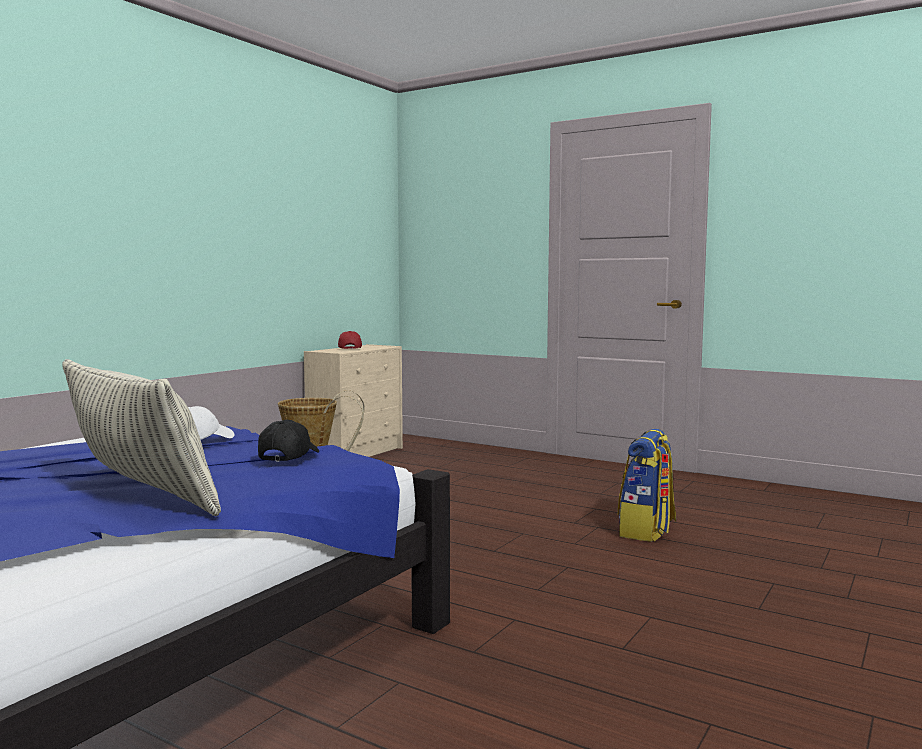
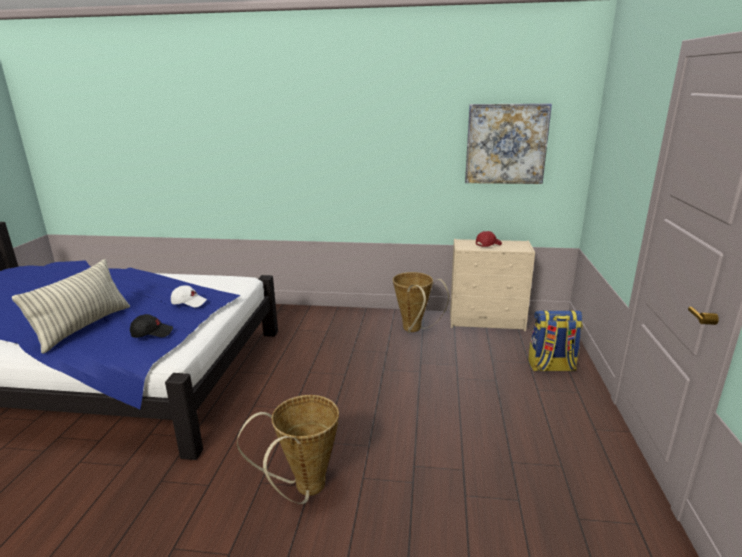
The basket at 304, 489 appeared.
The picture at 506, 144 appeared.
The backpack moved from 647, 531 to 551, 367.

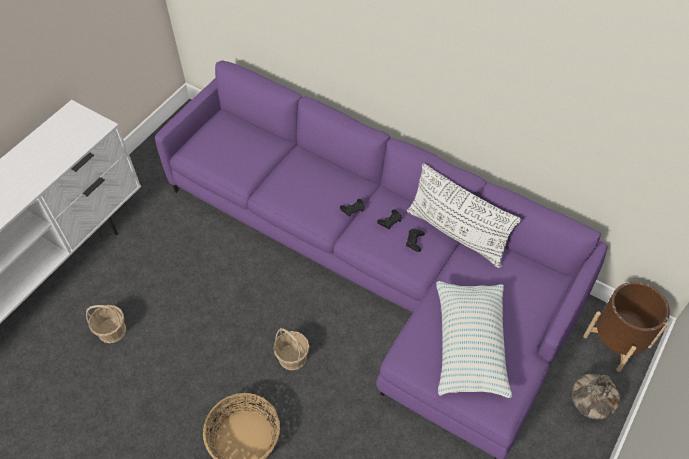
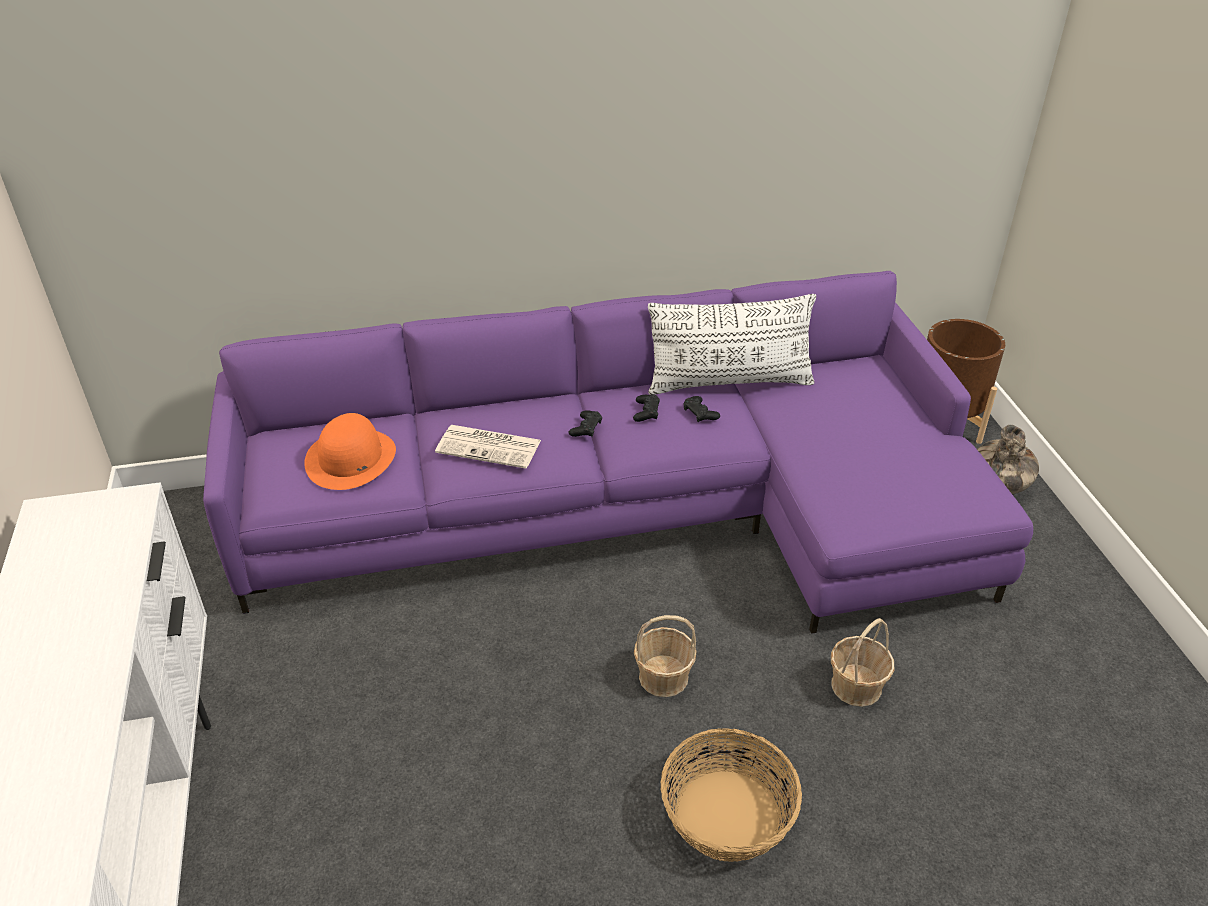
The pillow at 469, 345 disappeared.
The orange hat at 351, 459 appeared.
The newspaper at 490, 447 appeared.
The basket moved from 112, 330 to 856, 686.

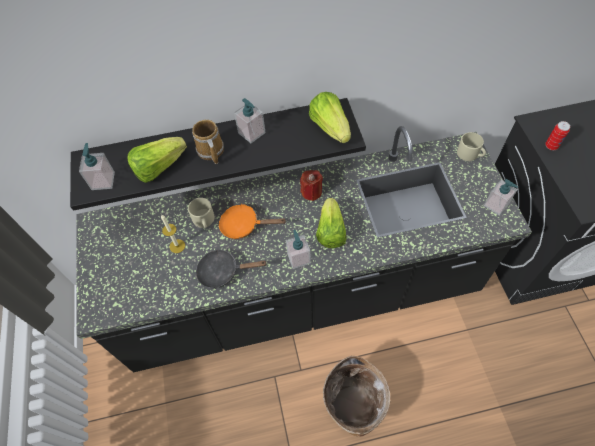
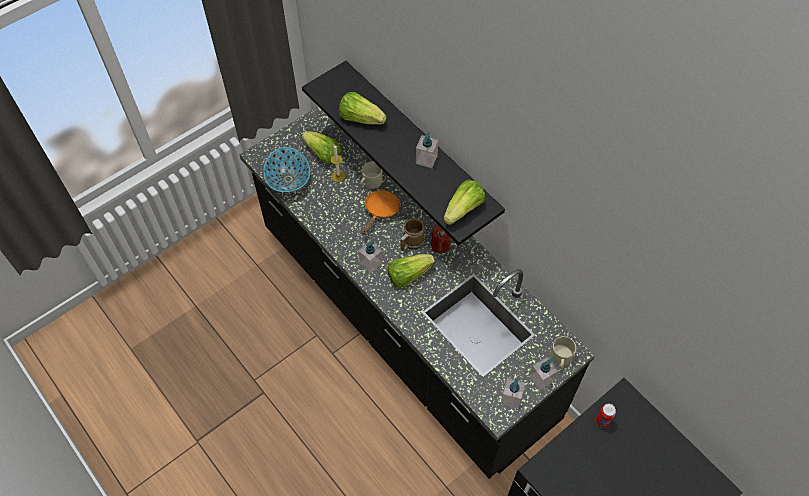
The black frying pan at 222, 271 disappeared.
The basket at 353, 405 disappeared.
The bowl at 288, 180 appeared.
The lettuce at 323, 154 appeared.
The soap dispenser moved from 103, 181 to 541, 378.
The mug moved from 210, 151 to 411, 241.
The orange frying pan at 244, 225 turned 45 degrees clockwise.

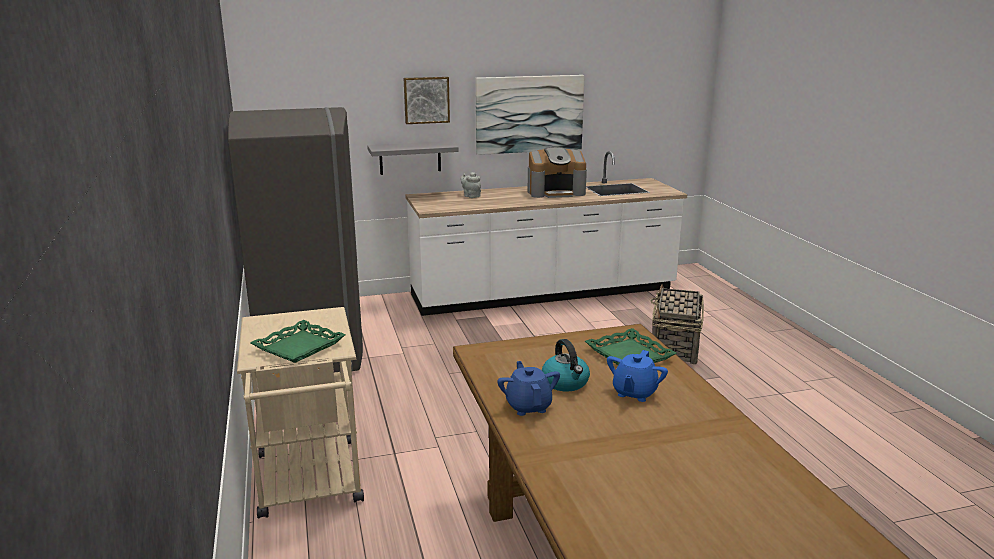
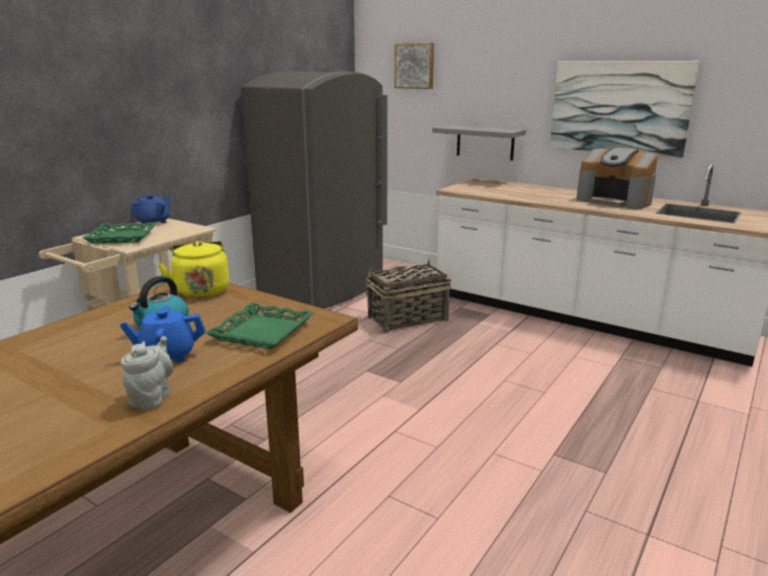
The yellow kettle at 201, 290 appeared.
The picture moved from 426, 100 to 415, 66.
The grey teapot moved from 471, 196 to 152, 397.
The blue teapot moved from 528, 406 to 154, 222.
The basket moved from 674, 347 to 407, 319.

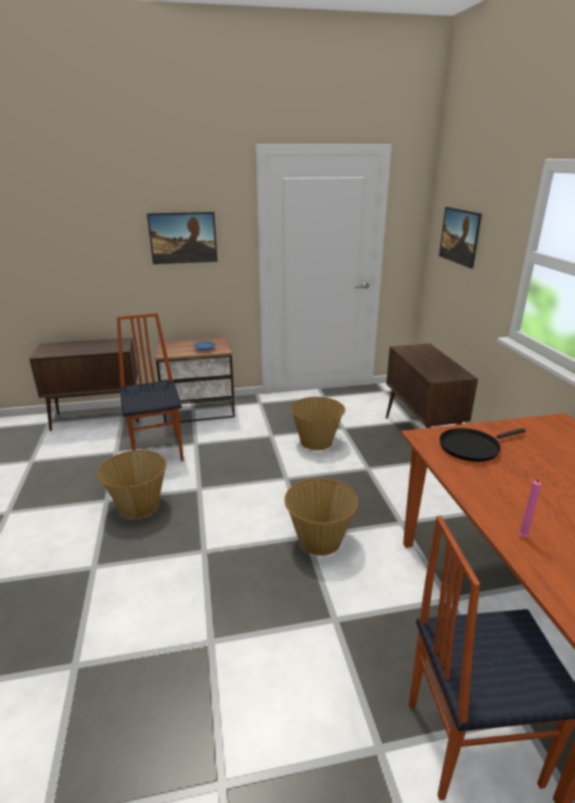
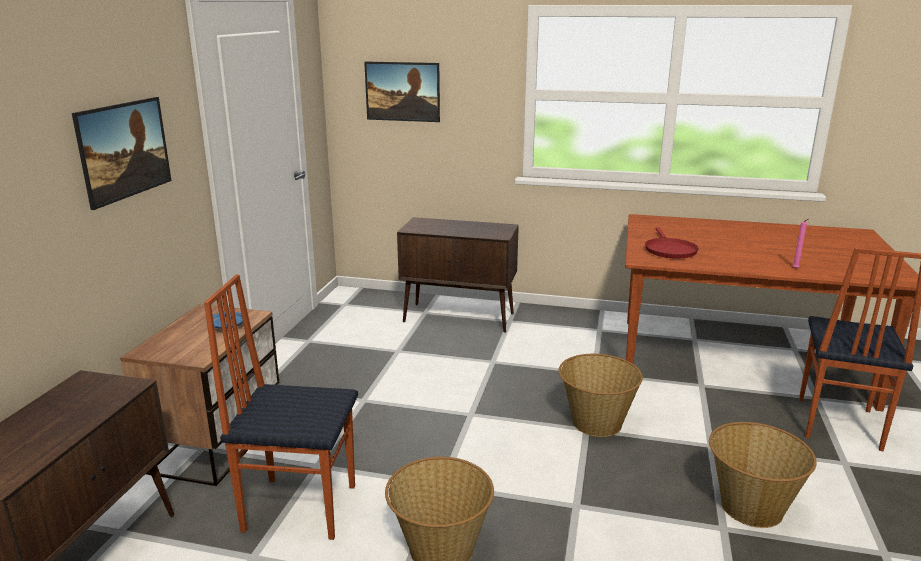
The basket moved from 316, 441 to 750, 506.
The black frying pan at 472, 447 became the red frying pan at 669, 250.

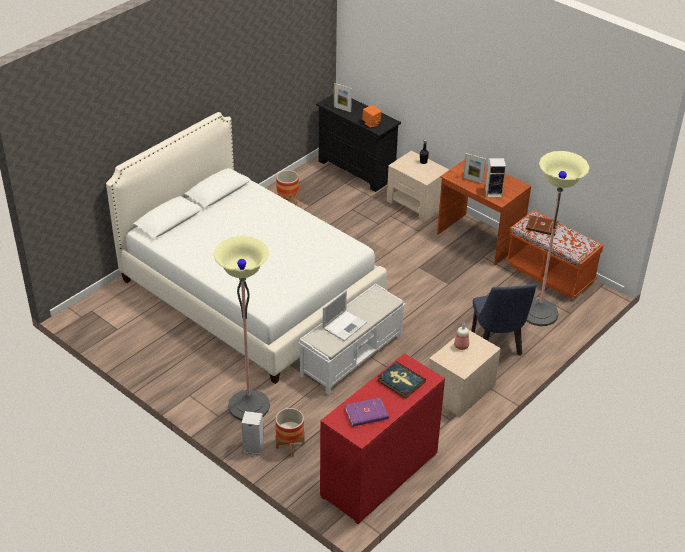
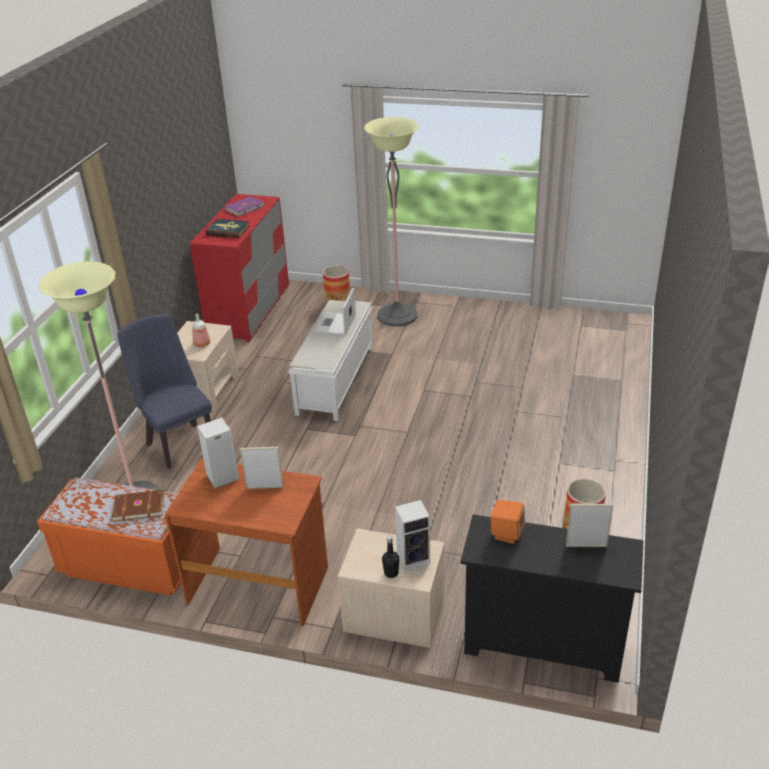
The white bed at 250, 291 disappeared.
The speaker moved from 252, 447 to 414, 558.

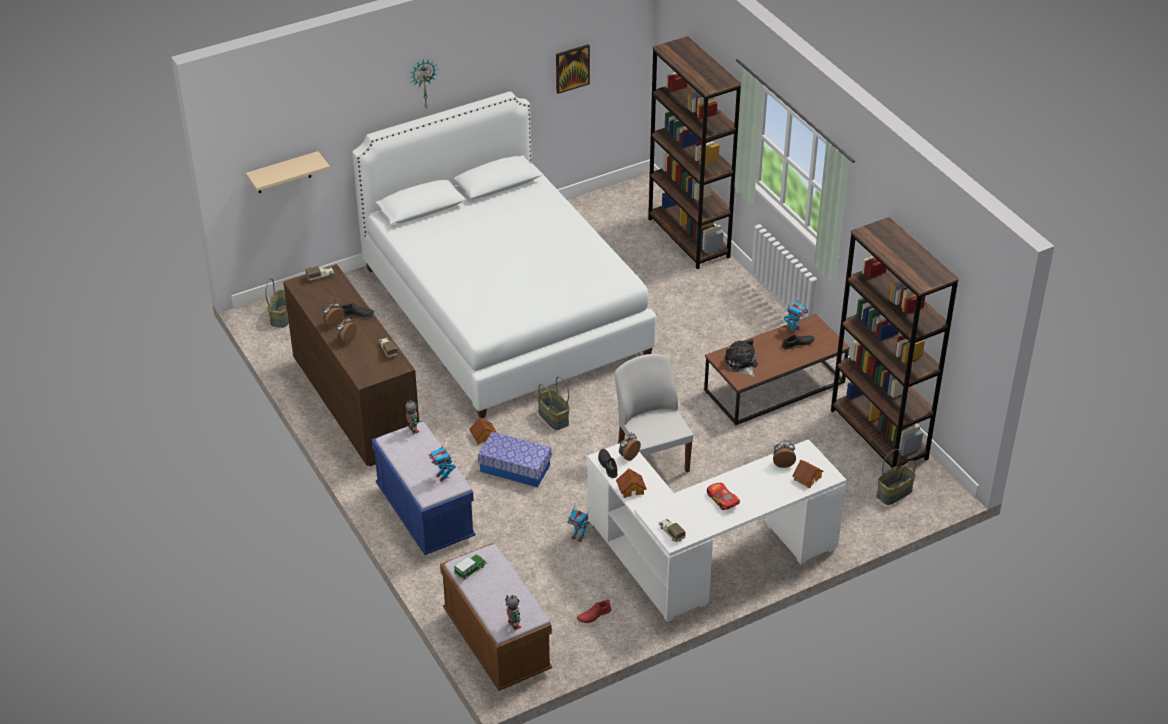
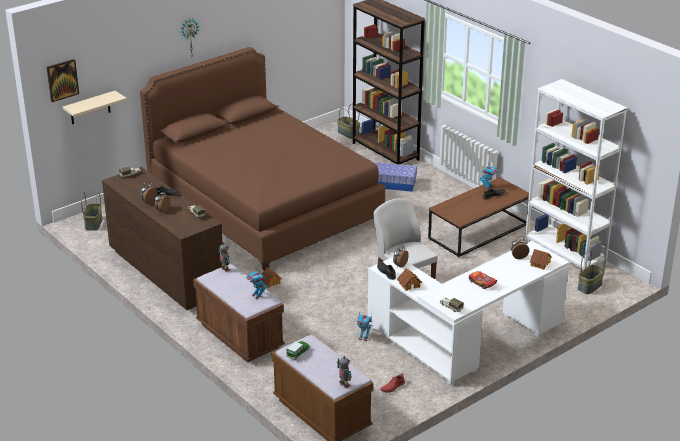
The plush toy at 741, 364 disappeared.
The storage box moved from 515, 468 to 393, 184.
The basket moved from 552, 418 to 348, 134.
The picture moved from 572, 68 to 62, 80.
The white bed at 504, 311 became the brown bed at 263, 205.
The blue bench at 425, 514 became the brown bench at 239, 336.
The brown bookcase at 879, 434 became the white bookcase at 565, 252.

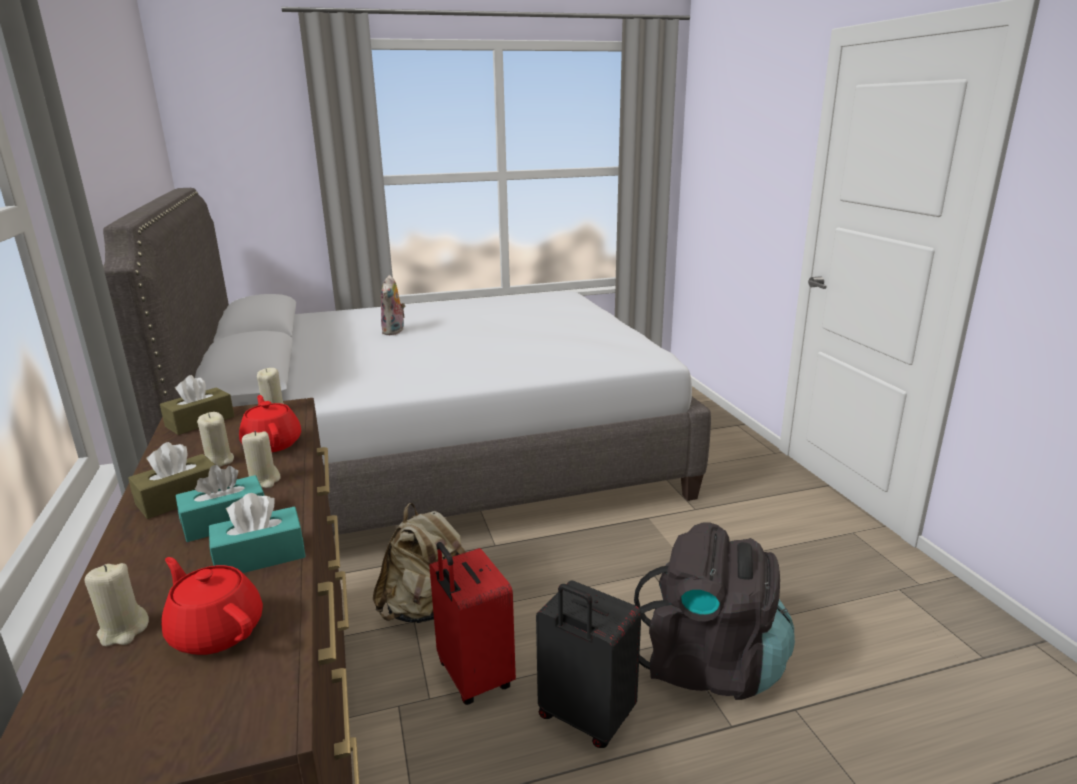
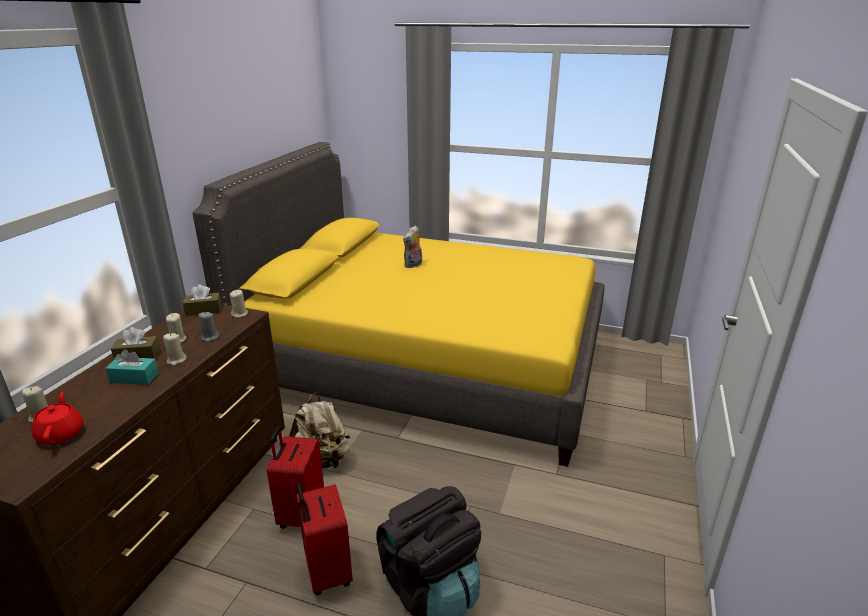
The turquoise tissue box at 260, 556 disappeared.
The red teapot at 272, 443 was replaced by the grey candle at 210, 337.
The grey bed at 438, 461 became the yellow bed at 426, 363.
The black suitcase at 584, 718 became the red suitcase at 326, 572.

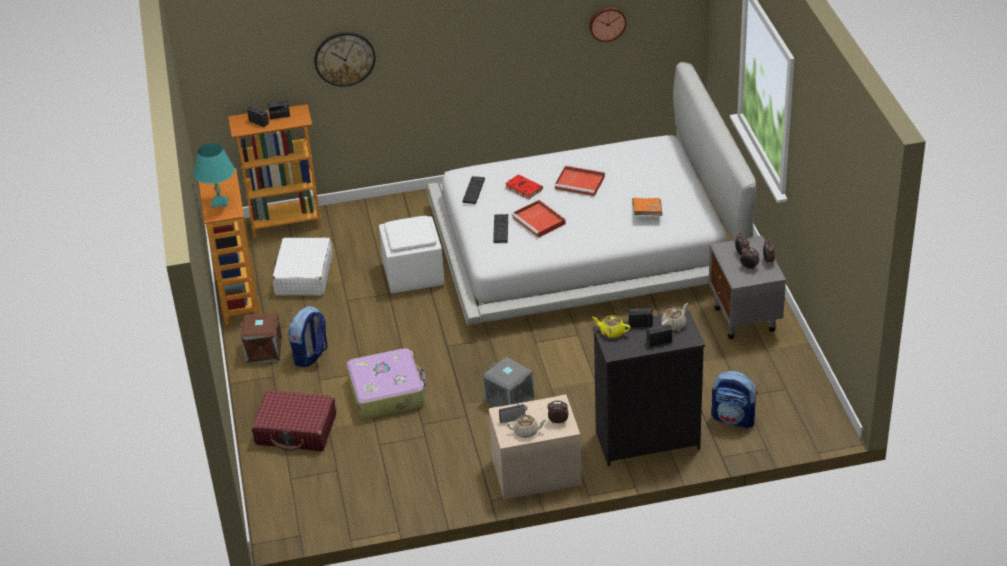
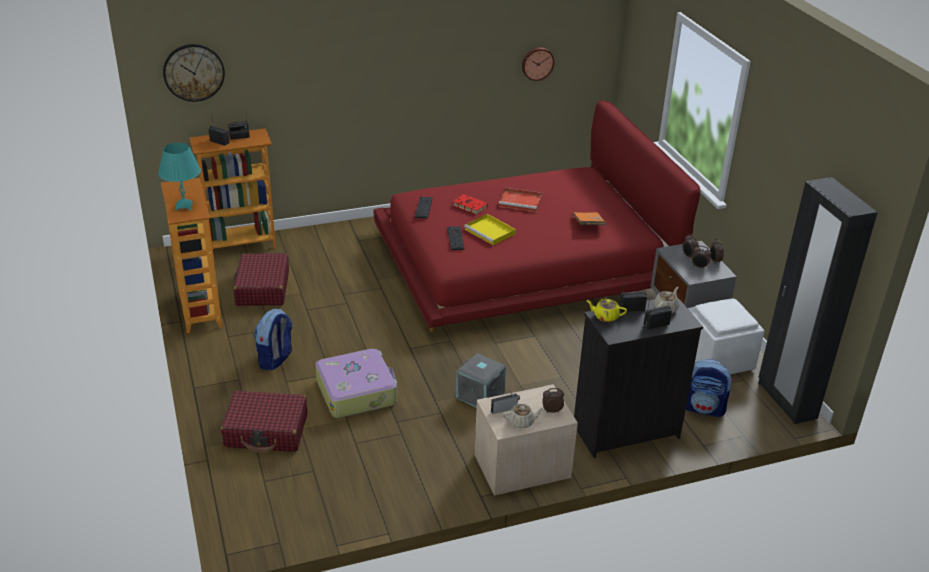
The brown storage box at 263, 351 disappeared.
The black wardrobe at 786, 400 appeared.
The wall clock moved from 344, 58 to 193, 72.
The white ottoman moved from 414, 275 to 717, 359.
The white suitcase at 304, 275 became the red suitcase at 262, 288.
The white bed at 586, 245 became the red bed at 525, 260.
The red tray at 539, 221 became the yellow tray at 490, 232.

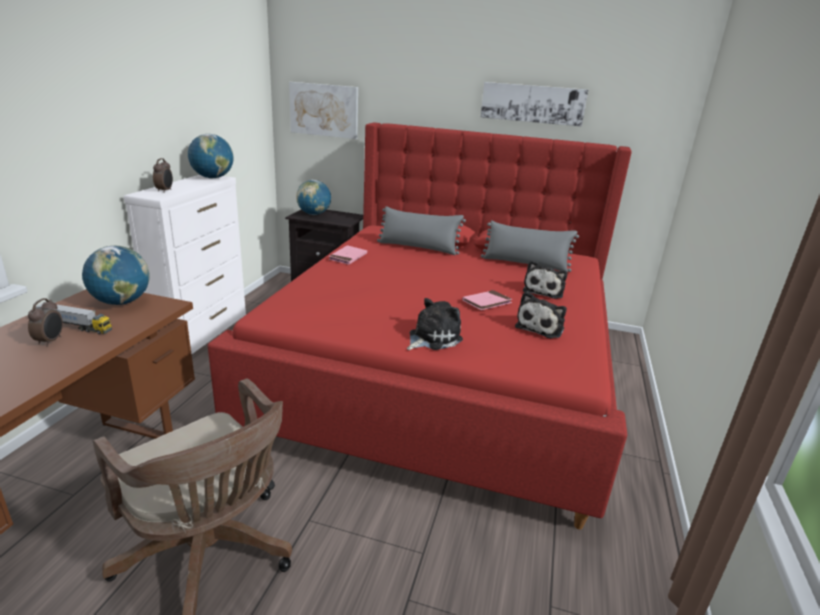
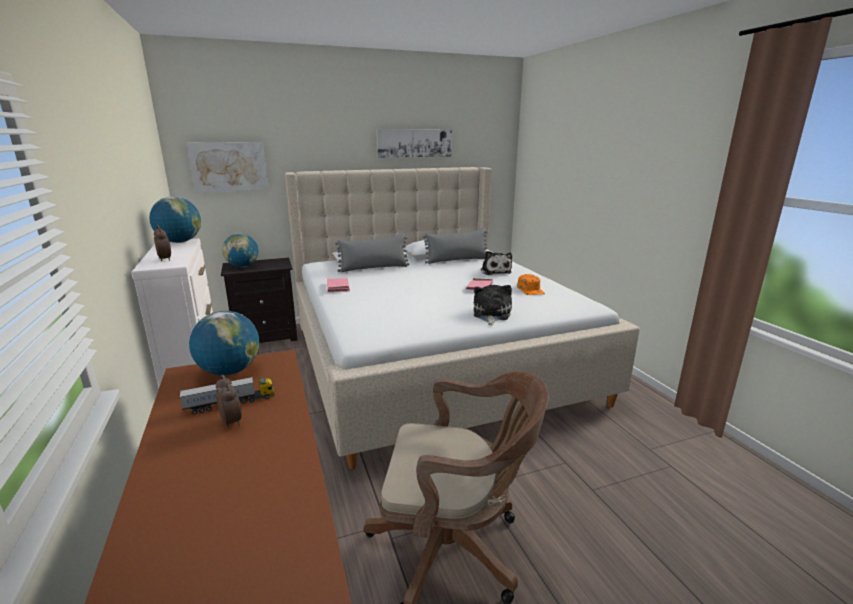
The plush toy at 541, 327 was replaced by the orange cap at 531, 290.
The red bed at 444, 372 became the beige bed at 434, 359.

